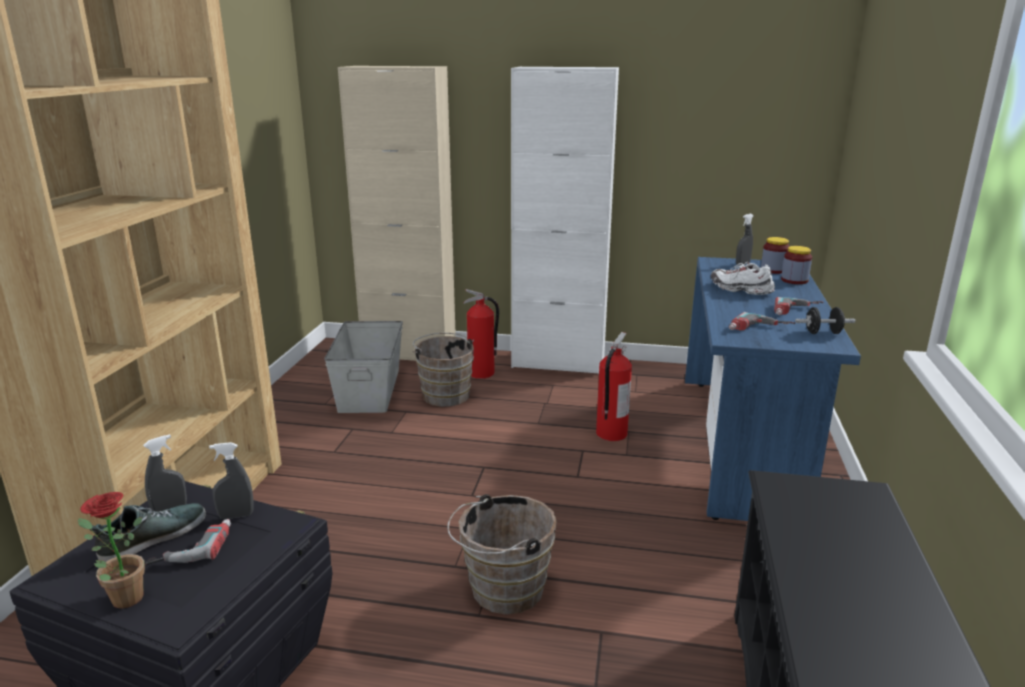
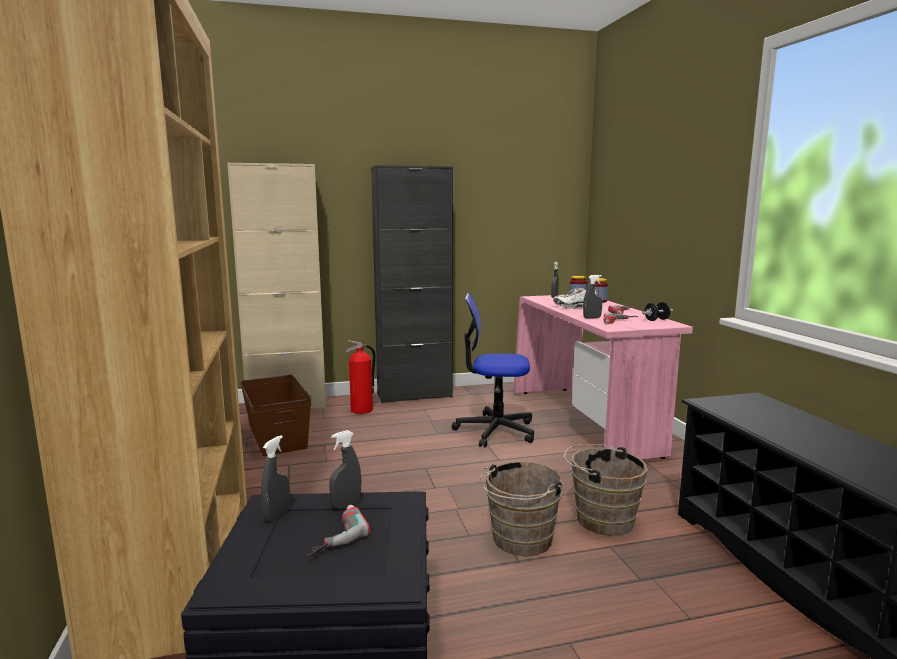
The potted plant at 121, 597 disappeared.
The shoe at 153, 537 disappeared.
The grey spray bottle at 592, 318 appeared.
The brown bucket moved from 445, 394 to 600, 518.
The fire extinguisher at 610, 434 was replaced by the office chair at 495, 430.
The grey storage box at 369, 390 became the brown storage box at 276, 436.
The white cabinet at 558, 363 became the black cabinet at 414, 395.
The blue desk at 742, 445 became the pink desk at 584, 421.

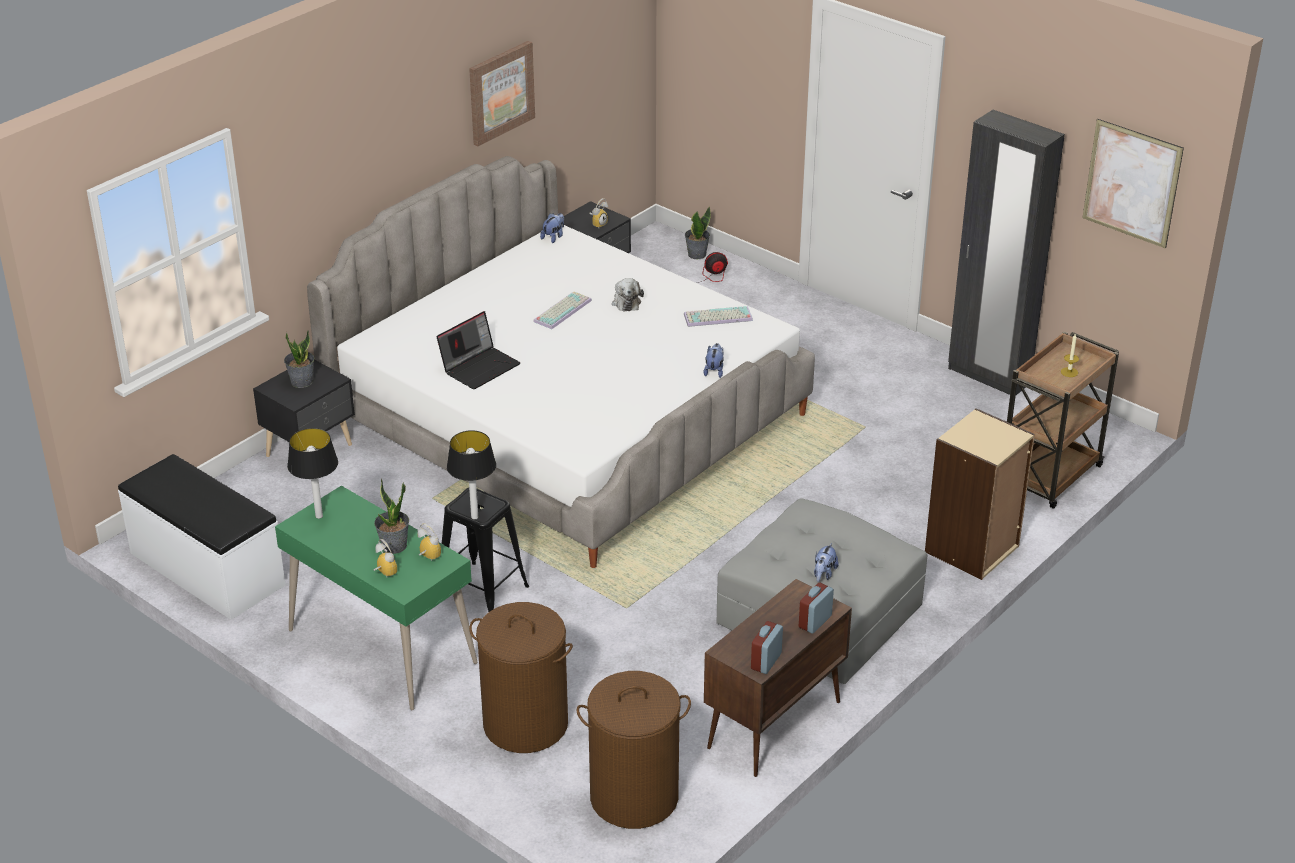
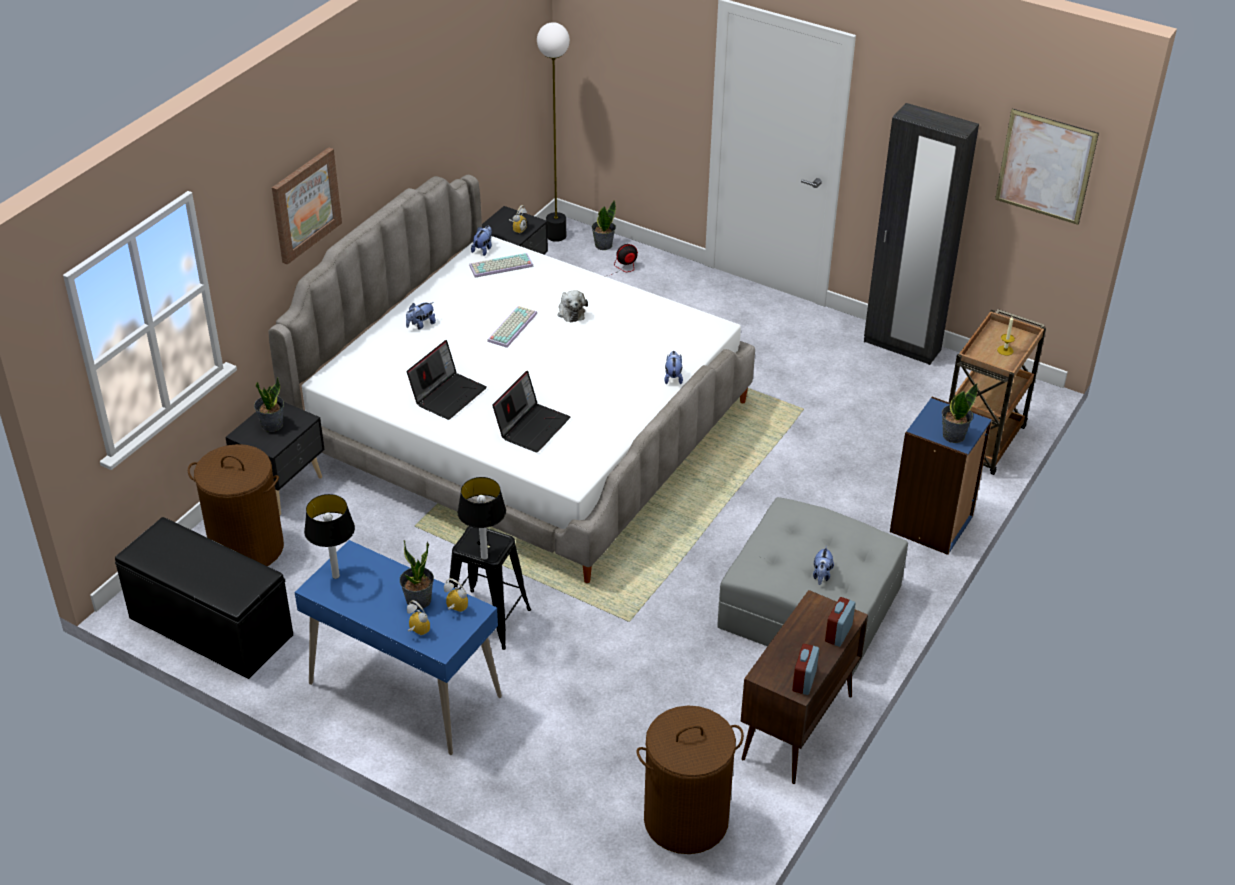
The plush toy at 421, 325 appeared.
The laptop at 532, 426 appeared.
The floor lamp at 556, 235 appeared.
The potted plant at 953, 435 appeared.
The picture moved from 500, 92 to 305, 204.
The brown laundry basket moved from 525, 724 to 247, 548.
The keyboard moved from 717, 318 to 500, 267.
The white bench at 206, 569 became the black bench at 210, 627.
The green desk at 381, 647 became the blue desk at 404, 691.
The beige bookcase at 972, 549 became the blue bookcase at 932, 524.

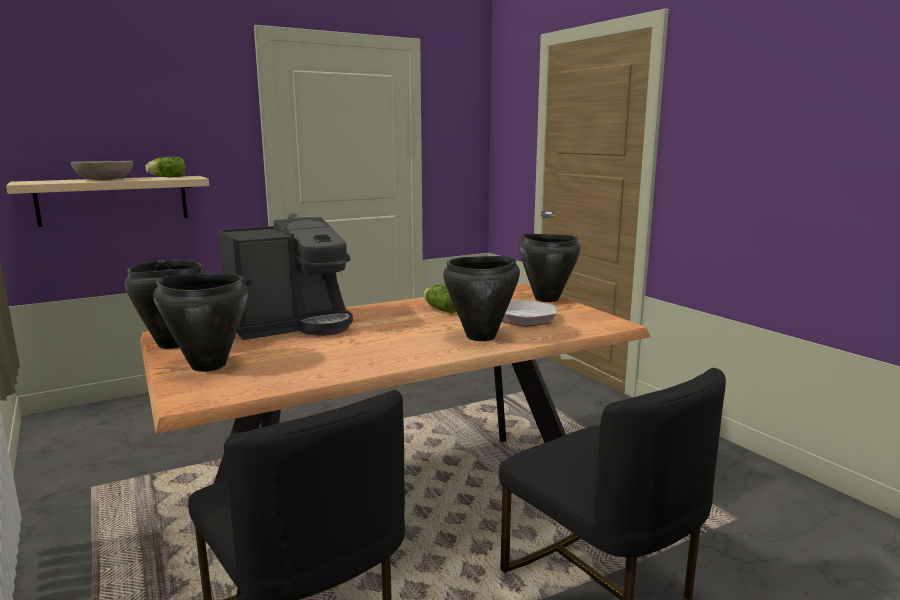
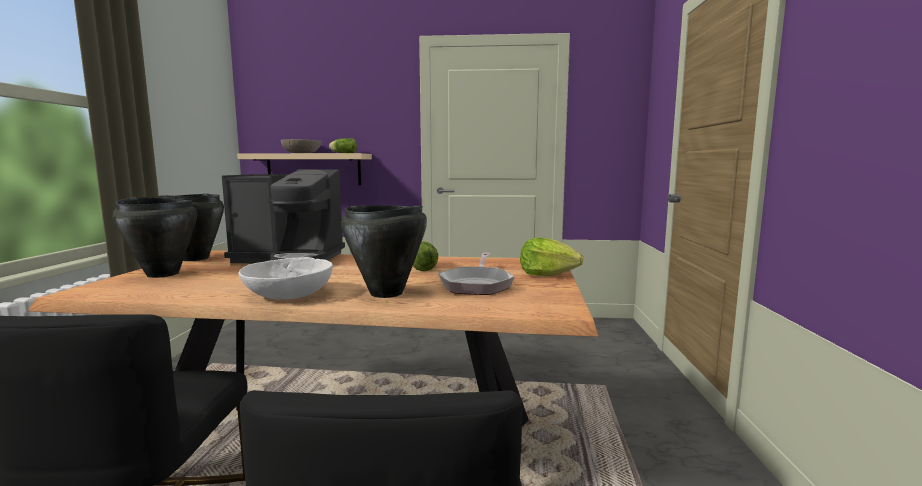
The white bowl at 288, 294 appeared.
The black cooking pot at 546, 299 was replaced by the lettuce at 547, 274.

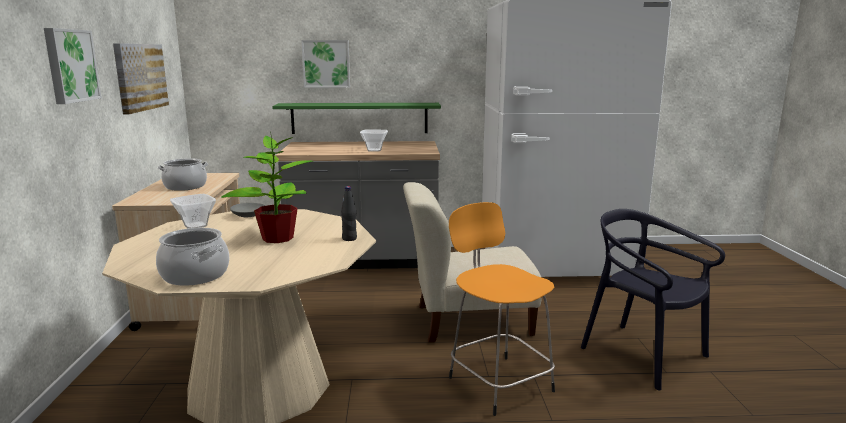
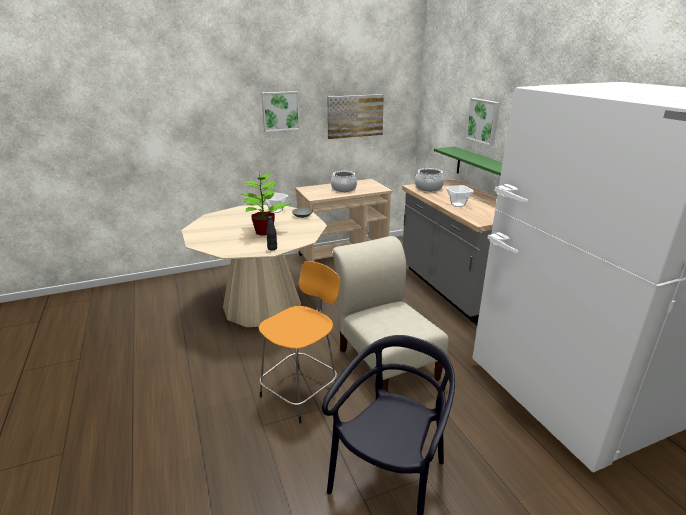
The cooking pot moved from 195, 275 to 428, 188.

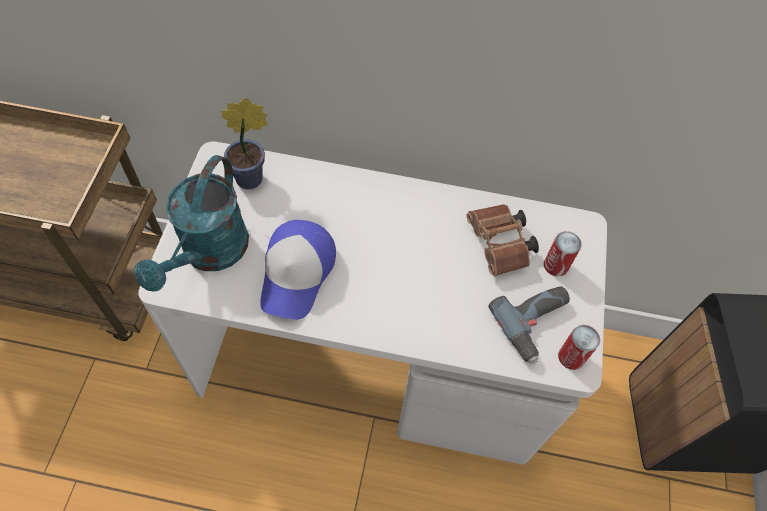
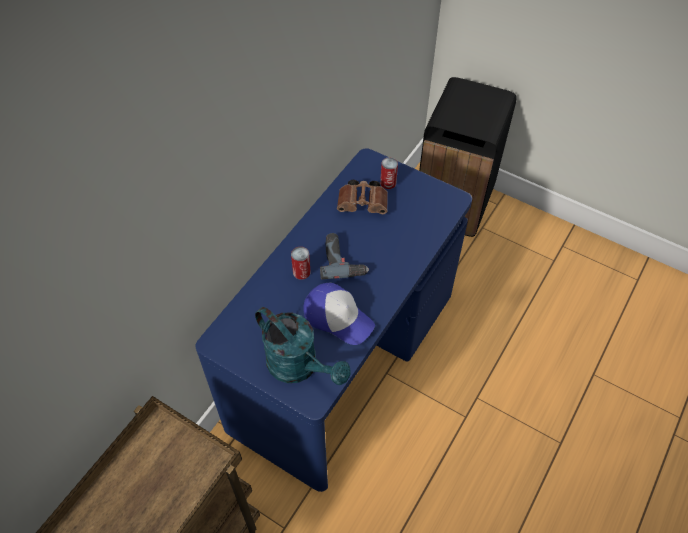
The potted plant at 253, 178 disappeared.
The power drill moved from 537, 324 to 343, 260.
The can moved from 571, 357 to 301, 272.
The white desk at 375, 358 became the blue desk at 343, 357.

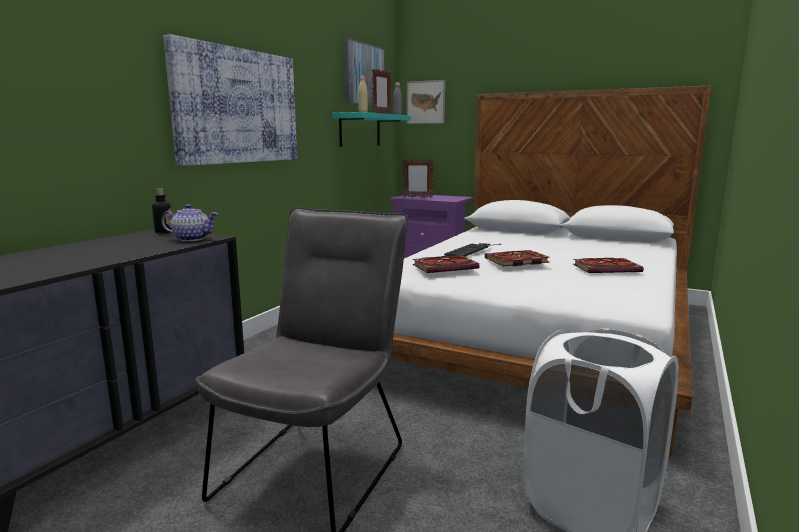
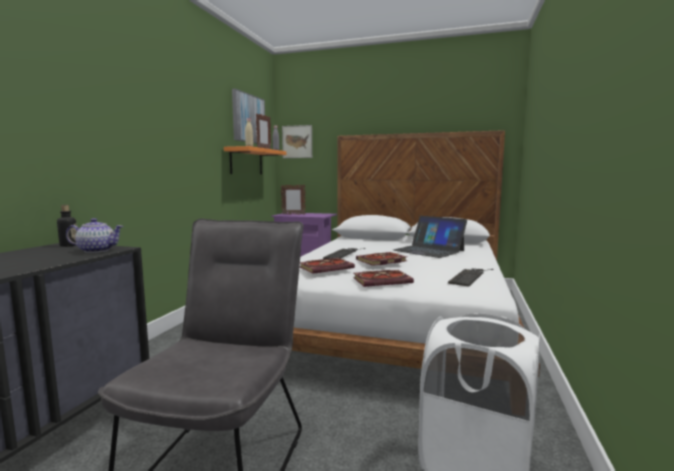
The picture at 236, 106 disappeared.
The laptop at 428, 250 appeared.
The keyboard at 469, 276 appeared.
The book moved from 607, 268 to 383, 280.
The turquoise shelf at 360, 130 became the orange shelf at 246, 162.

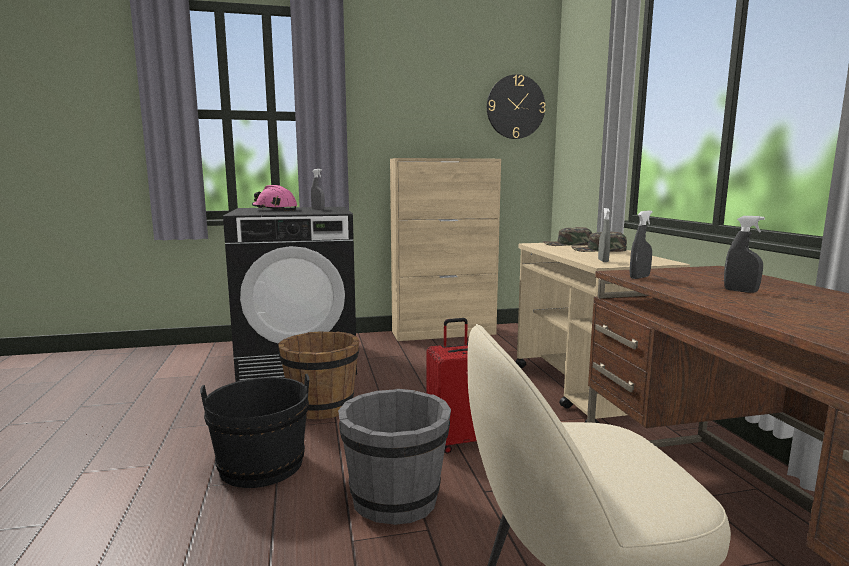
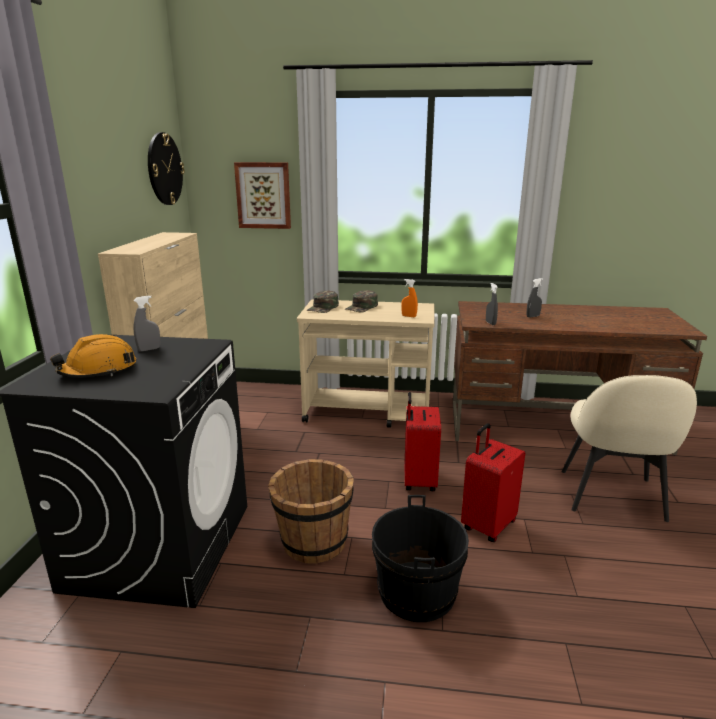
The picture at 263, 195 appeared.
The grey bucket at 395, 498 was replaced by the red suitcase at 487, 525.
The pink hard hat at 274, 209 became the orange hard hat at 98, 370.
The grey spray bottle at 603, 261 became the orange spray bottle at 409, 316.

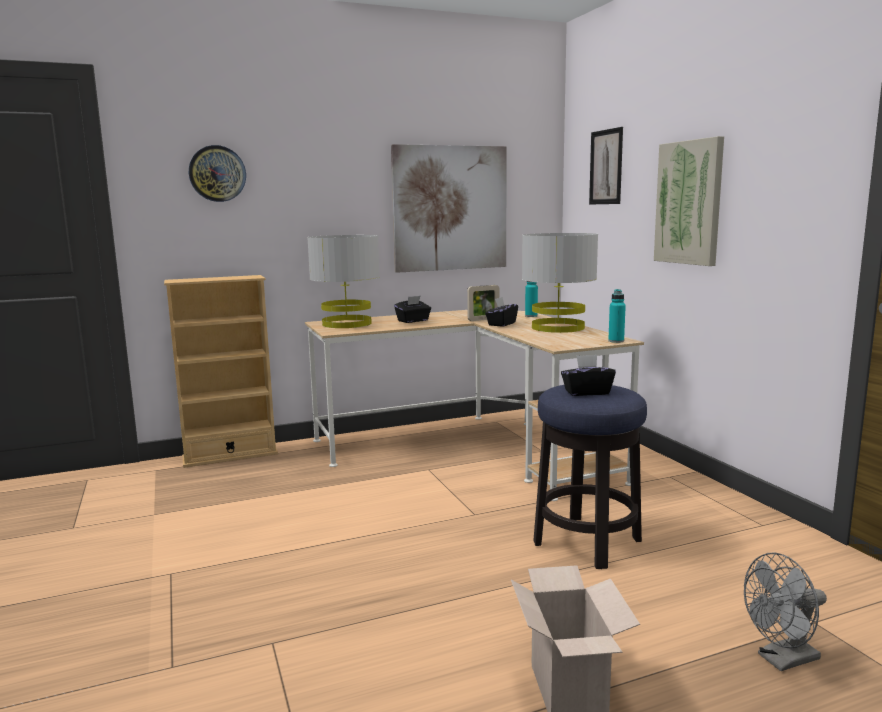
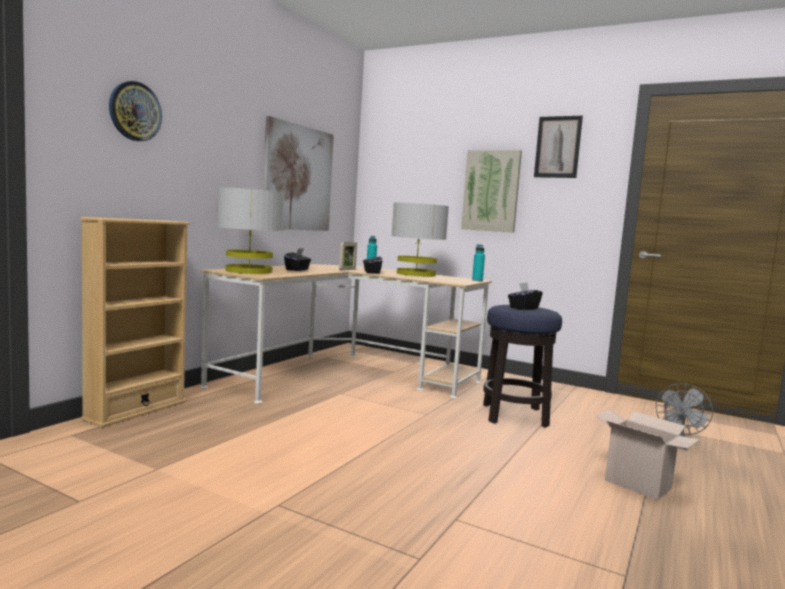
The picture moved from 606, 167 to 557, 147.

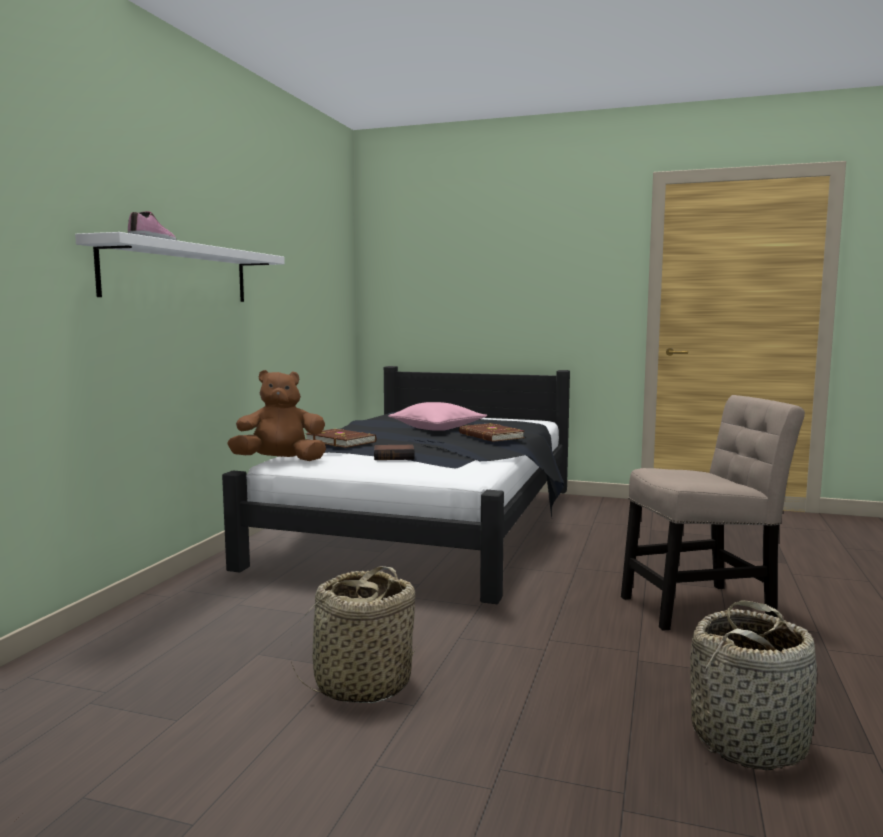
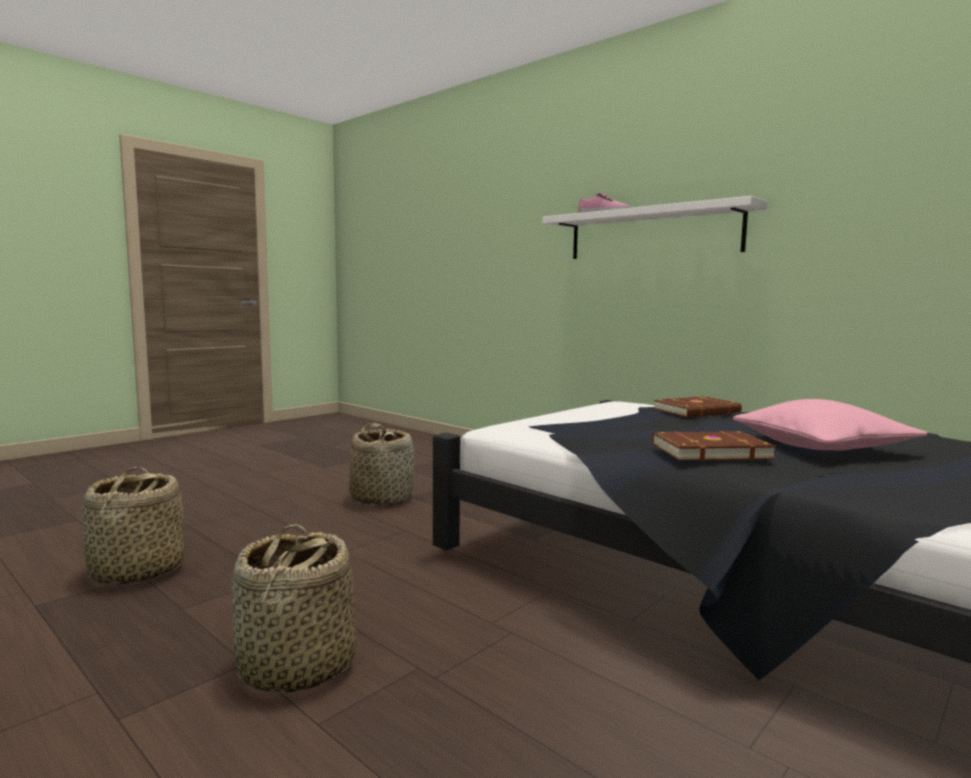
The brown plush toy at 280, 461 disappeared.
The book at 394, 457 disappeared.
The beige chair at 702, 607 was replaced by the basket at 295, 666.

